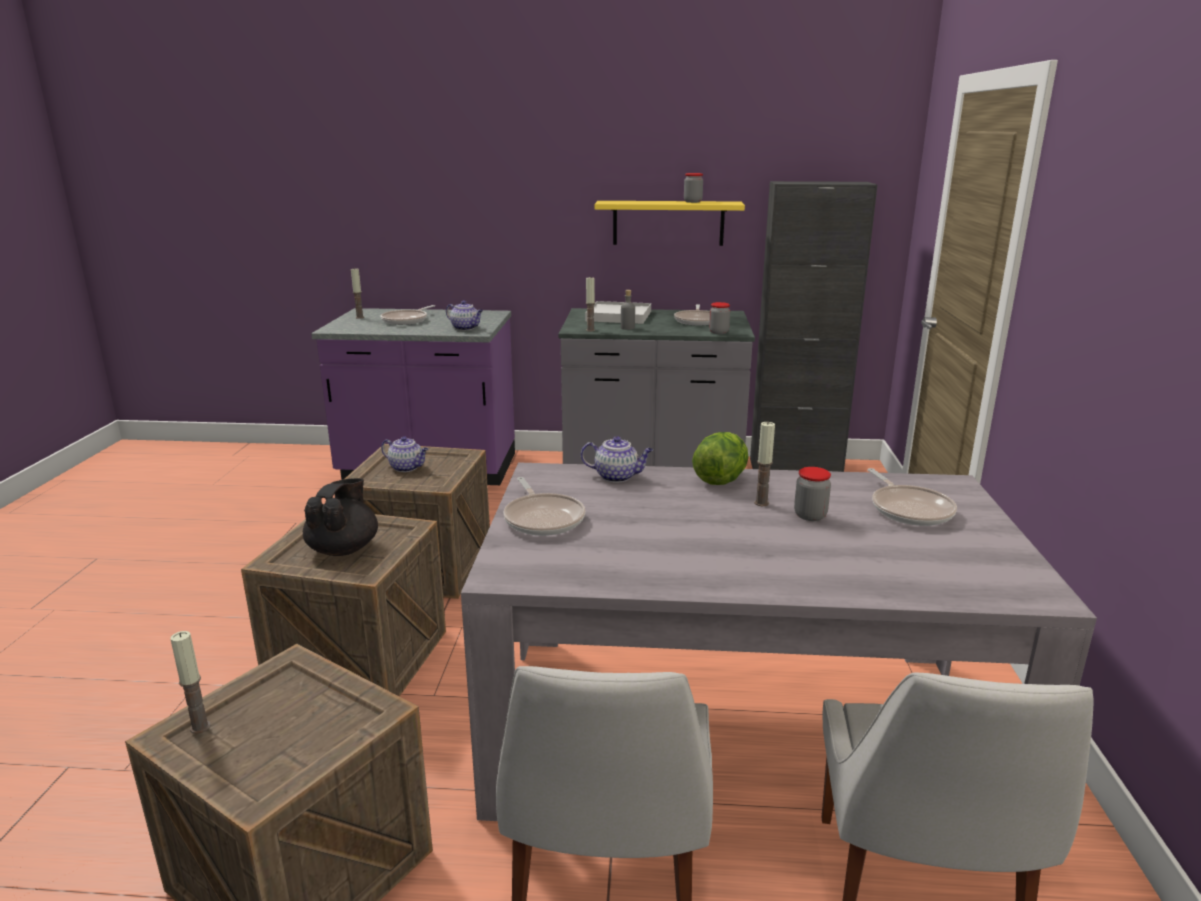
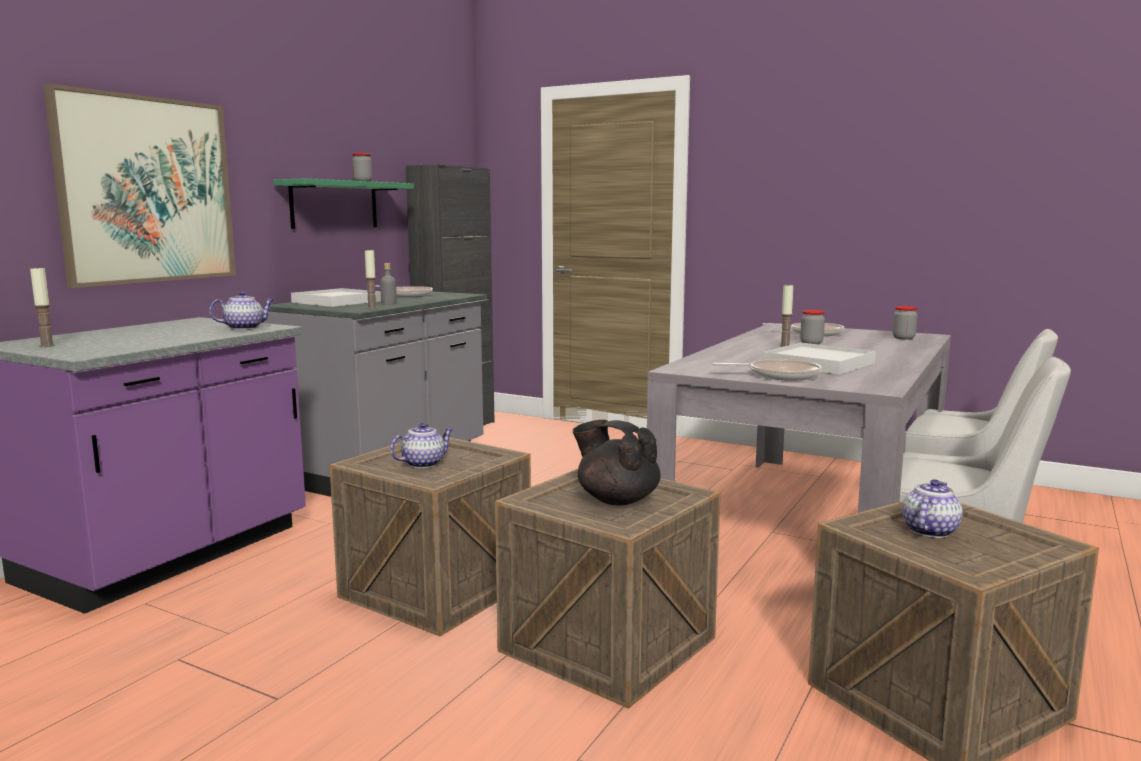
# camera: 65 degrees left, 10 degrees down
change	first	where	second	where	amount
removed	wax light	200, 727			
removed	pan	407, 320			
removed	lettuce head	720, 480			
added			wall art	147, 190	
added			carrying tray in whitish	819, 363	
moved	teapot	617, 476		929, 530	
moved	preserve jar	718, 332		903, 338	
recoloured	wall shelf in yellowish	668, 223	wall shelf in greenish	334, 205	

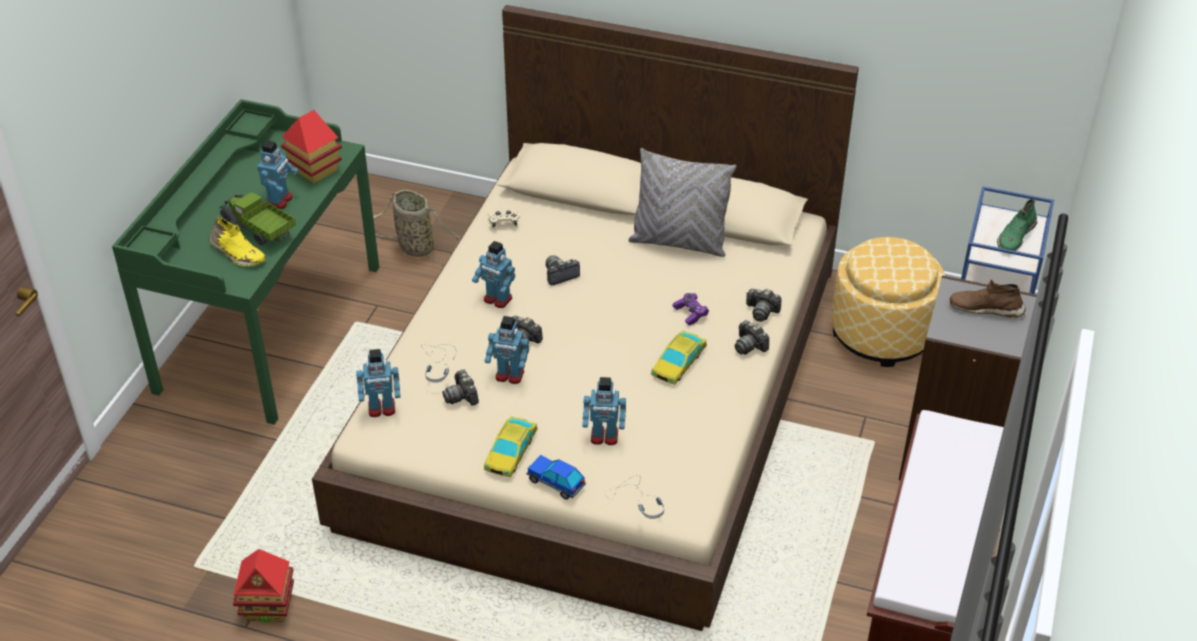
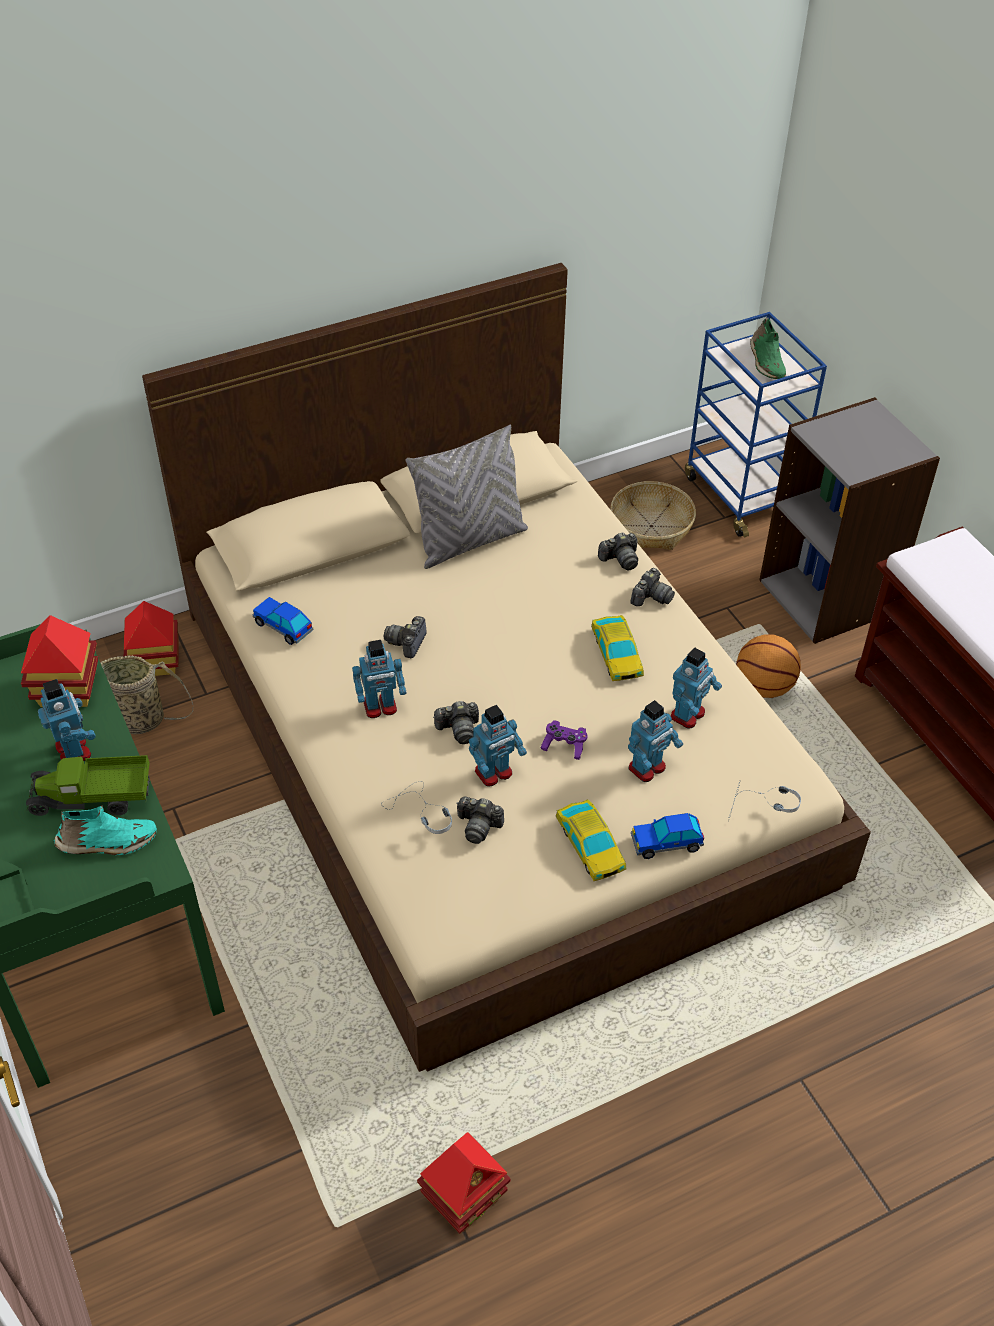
# camera: 45 degrees left, 5 degrees up
change	first	where	second	where	amount
removed	low shoe in brown-coloured	986, 308			
added			miniature house	156, 663	
added			ball for basketball	764, 687	
moved	robot figure	381, 409		688, 715	
moved	game controller in purple-coloured	690, 313		564, 745	
replaced	game controller in beige	503, 223	miniature car	283, 627	
replaced	pouffe	881, 333	storage basket	651, 526	
recoloured	low shoe in yellowish	237, 254	low shoe in blue-green	107, 842	
turned	photo camera	749, 345		651, 597	60 degrees counterclockwise

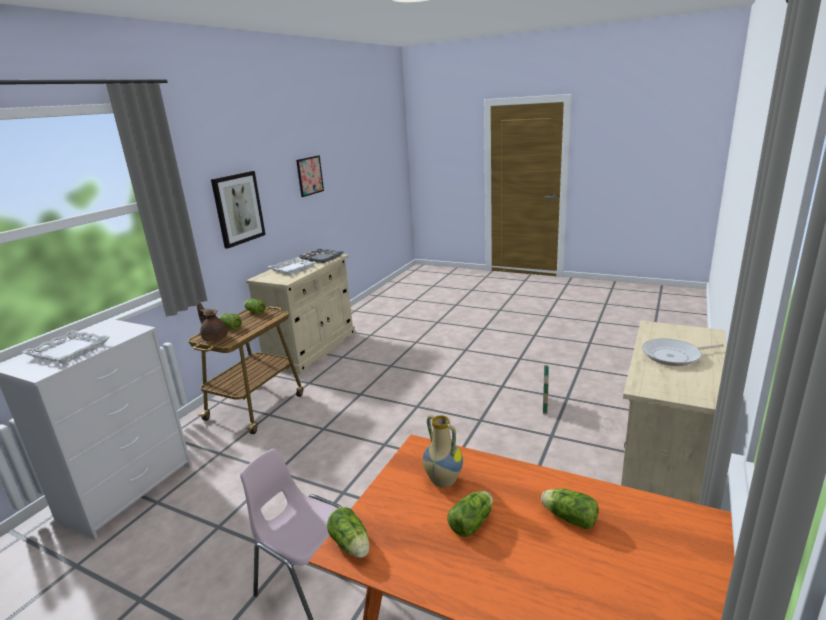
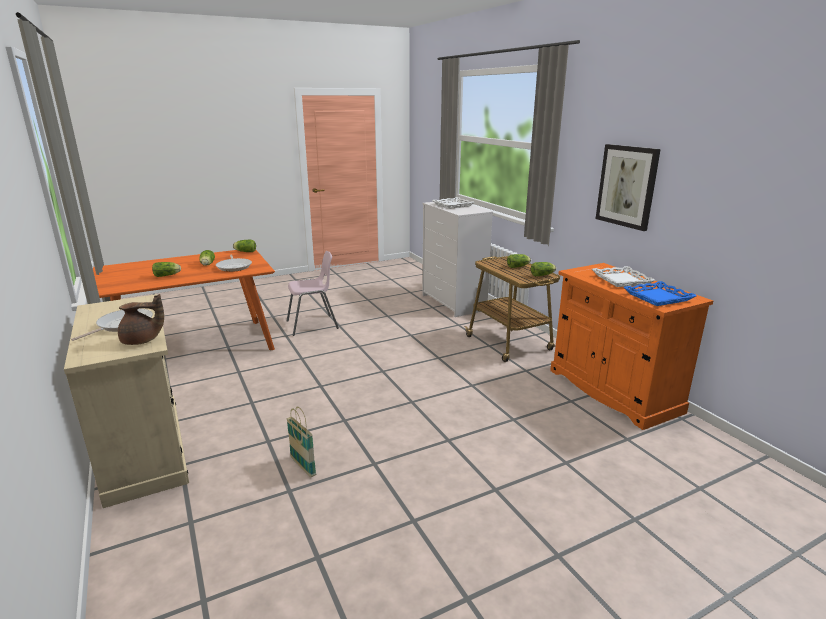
# camera: 125 degrees right, 0 degrees up
change	first	where	second	where	amount
removed	wall art	309, 176			
moved	teapot in brown-coloured	214, 337		142, 341	
replaced	flower vase	442, 481	pan	234, 267	
recoloured	storage cabinet in beige	312, 349	storage cabinet in orange	613, 391	
recoloured	carrying tray in gray	321, 258	carrying tray in blue	657, 297	

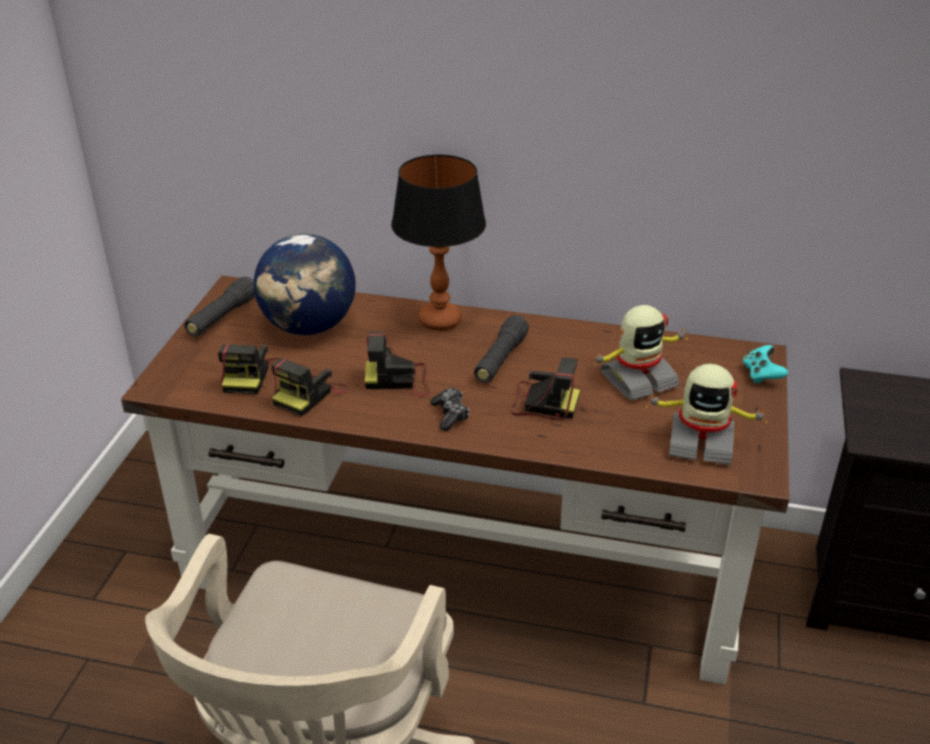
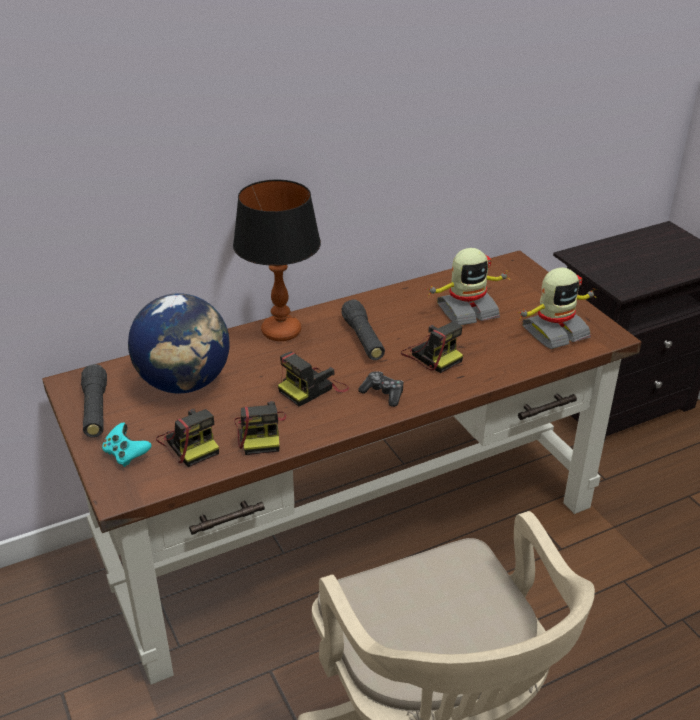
# camera: 40 degrees left, 0 degrees up
change	first	where	second	where	amount
moved	game controller in blue-green	761, 374		126, 454	
turned	photo camera	542, 403		431, 355	75 degrees clockwise
turned	robot figure	637, 379		466, 310	45 degrees clockwise

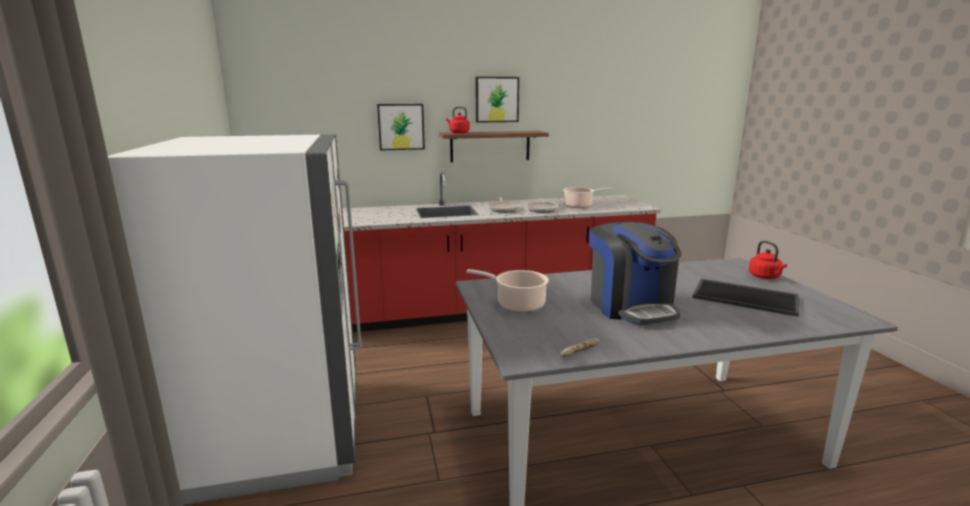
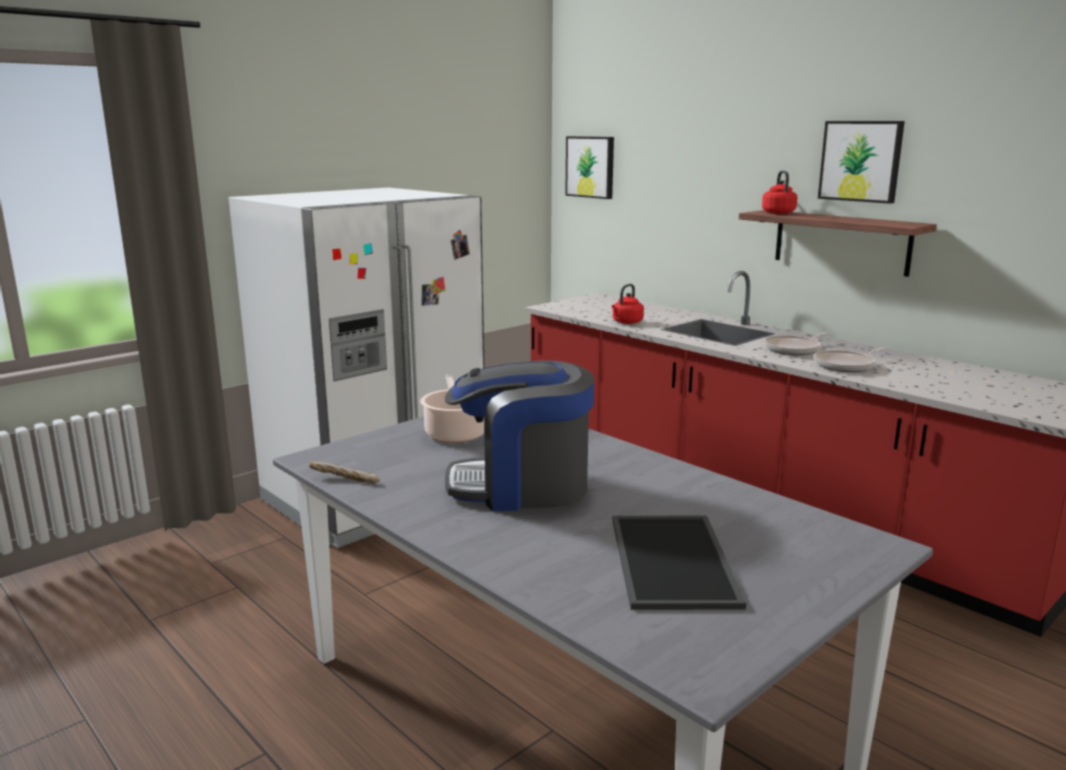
# camera: 60 degrees right, 0 degrees up
change	first	where	second	where	amount
removed	saucepot	580, 206			
moved	wall art	401, 126		591, 167	
moved	tea kettle in red-coloured	765, 277		626, 322	
turned	coffee machine	631, 306		521, 486	45 degrees clockwise

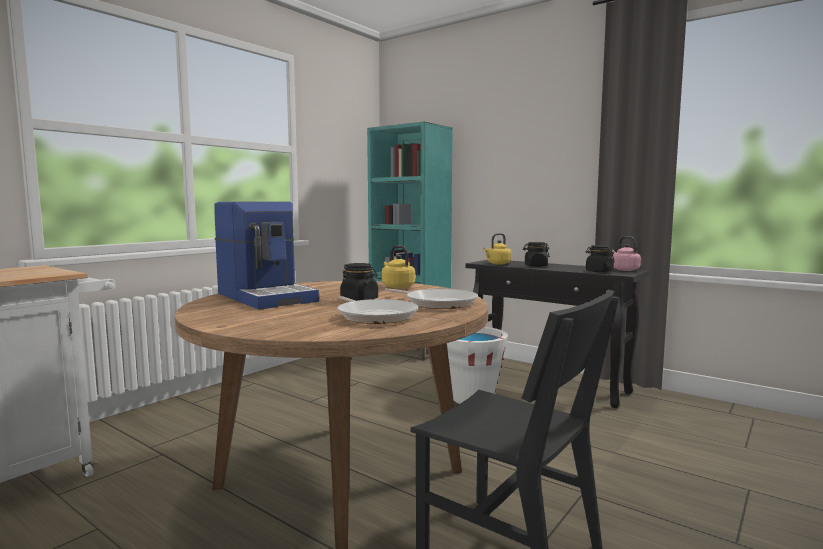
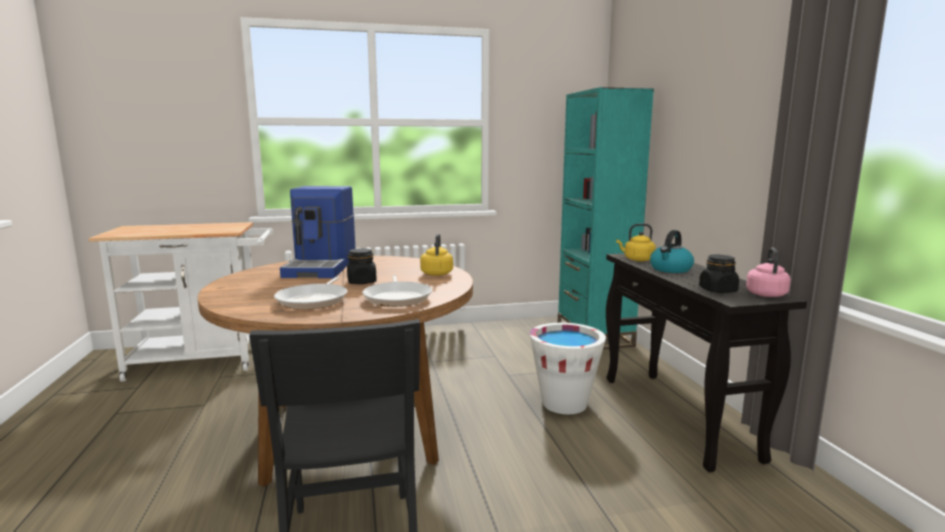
# camera: 40 degrees right, 5 degrees up
change	first	where	second	where	amount
replaced	preserve jar in blackish	535, 266	tea kettle	670, 269	

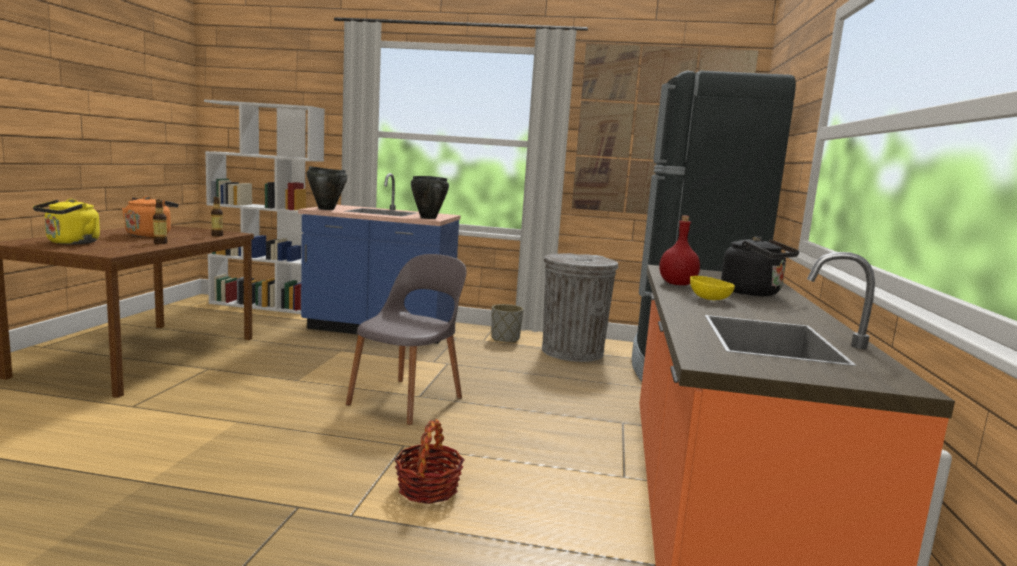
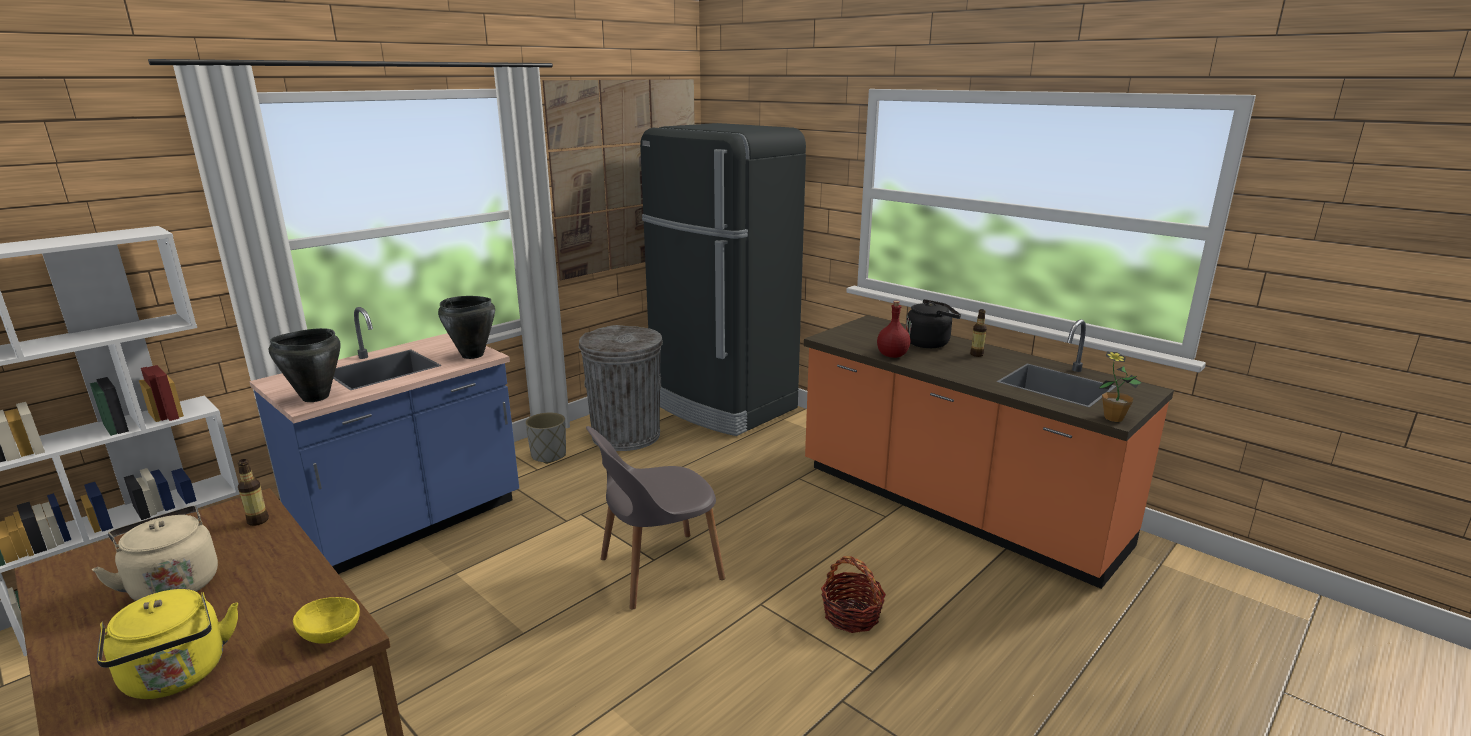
# camera: 55 degrees left, 10 degrees up
change	first	where	second	where	amount
added			plant in a pot	1113, 418	
moved	bottle	160, 243		976, 354	
moved	deep dish in yellowish	710, 299		331, 633	
recoloured	tea kettle in orange	150, 235	tea kettle in beige	173, 584	
turned	plain chair in gray	407, 400		657, 570	90 degrees counterclockwise

